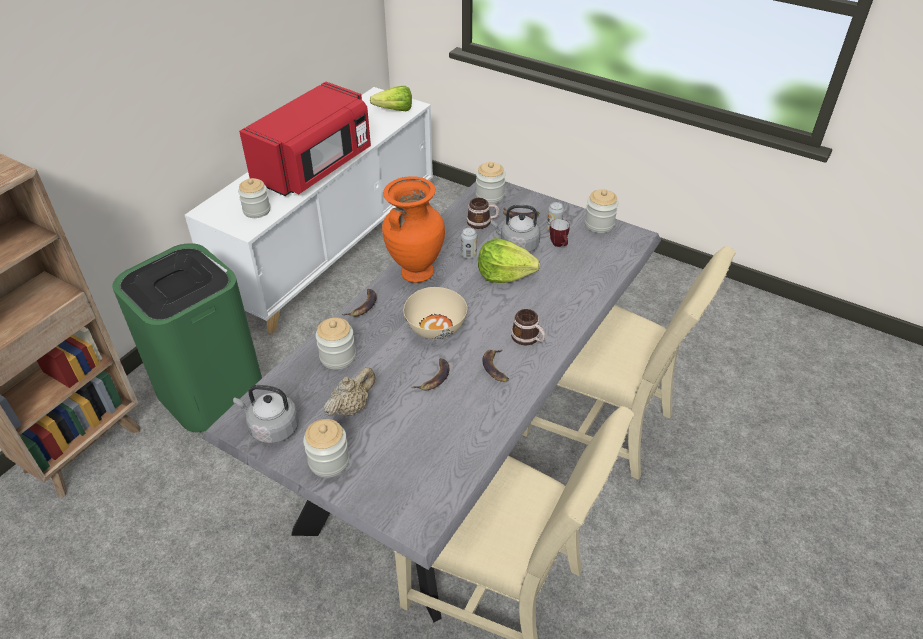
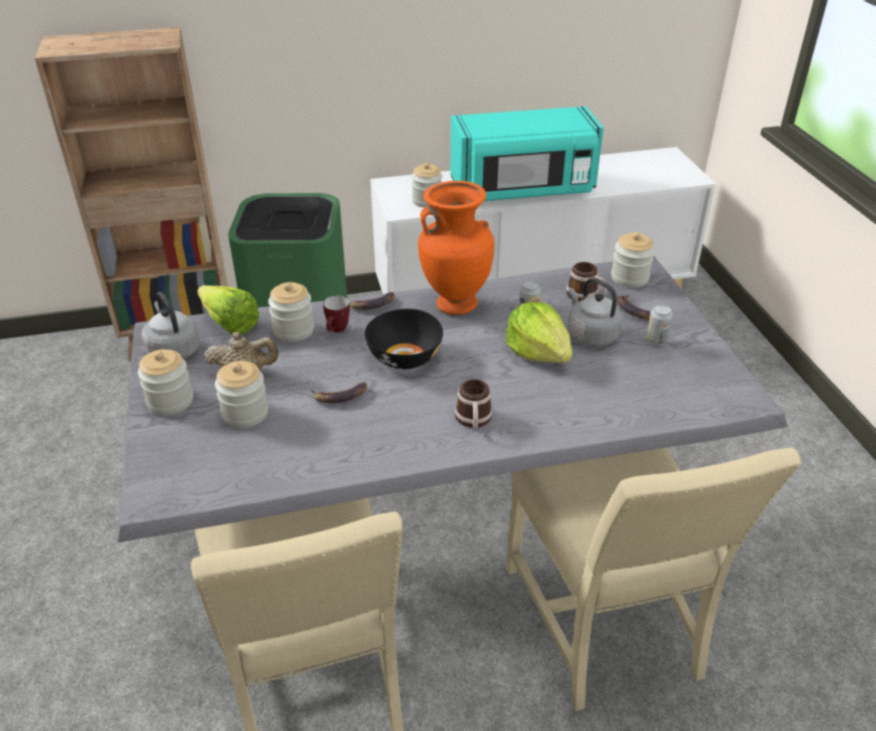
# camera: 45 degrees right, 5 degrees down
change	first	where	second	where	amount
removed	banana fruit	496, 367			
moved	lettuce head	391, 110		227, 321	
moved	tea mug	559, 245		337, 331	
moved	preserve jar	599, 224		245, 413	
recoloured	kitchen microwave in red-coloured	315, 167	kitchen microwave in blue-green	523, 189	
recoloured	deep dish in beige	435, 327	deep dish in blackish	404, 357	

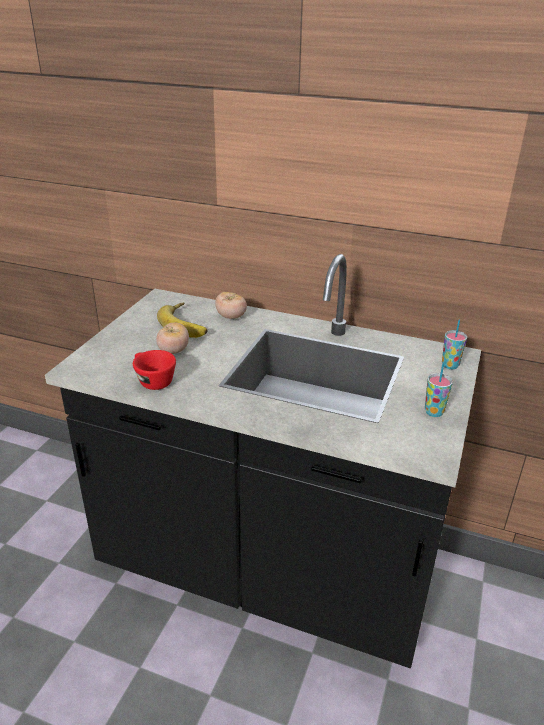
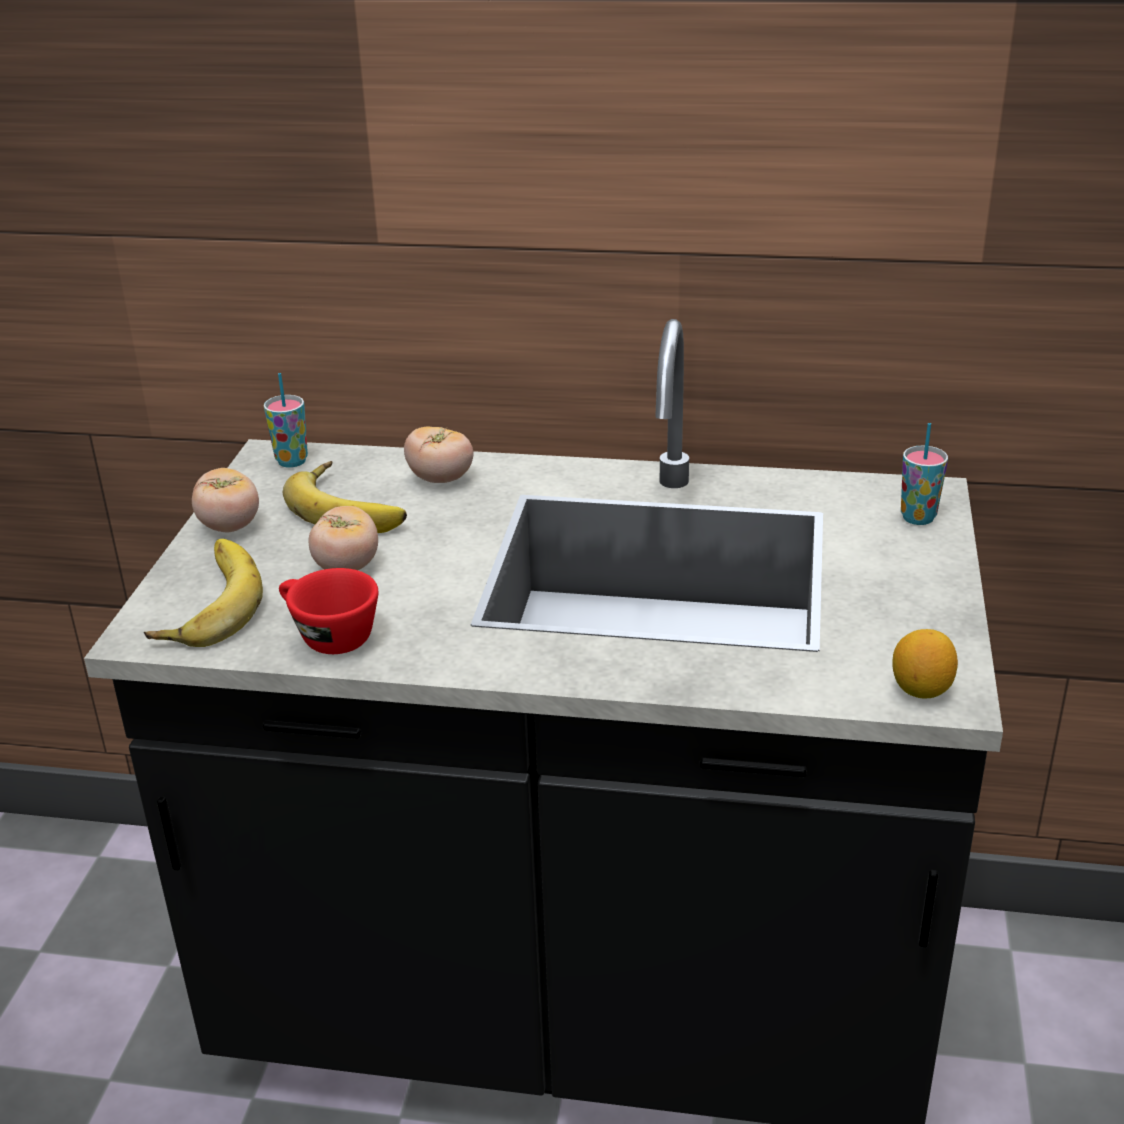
# camera: 10 degrees left, 0 degrees up
change	first	where	second	where	amount
added			banana fruit	205, 603	
added			fresh tomato	230, 526	
added			lemon	921, 689	
moved	small cup	434, 412		292, 461	

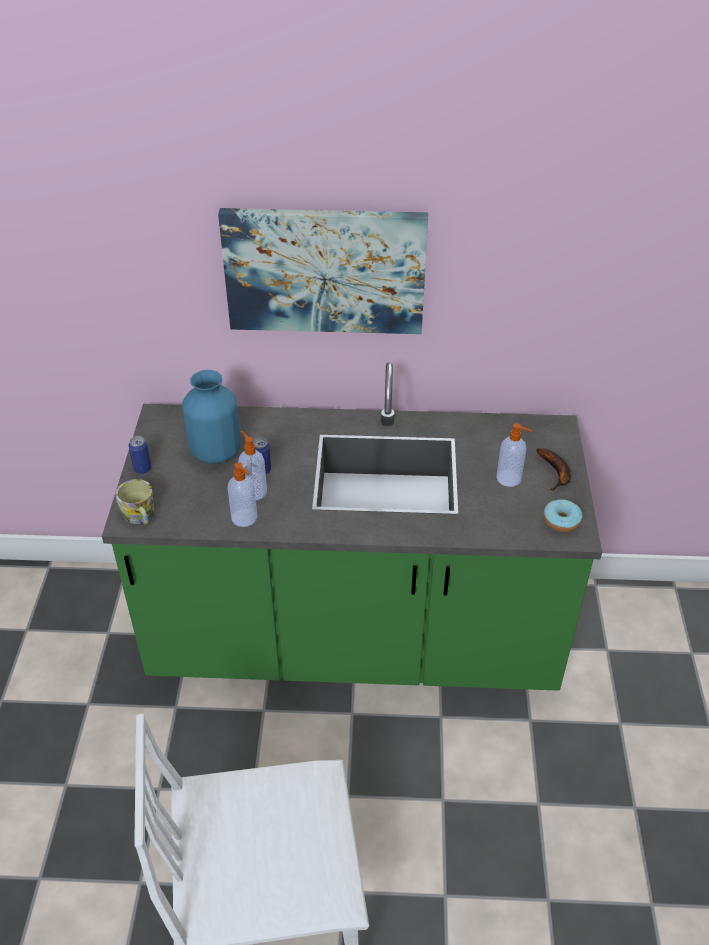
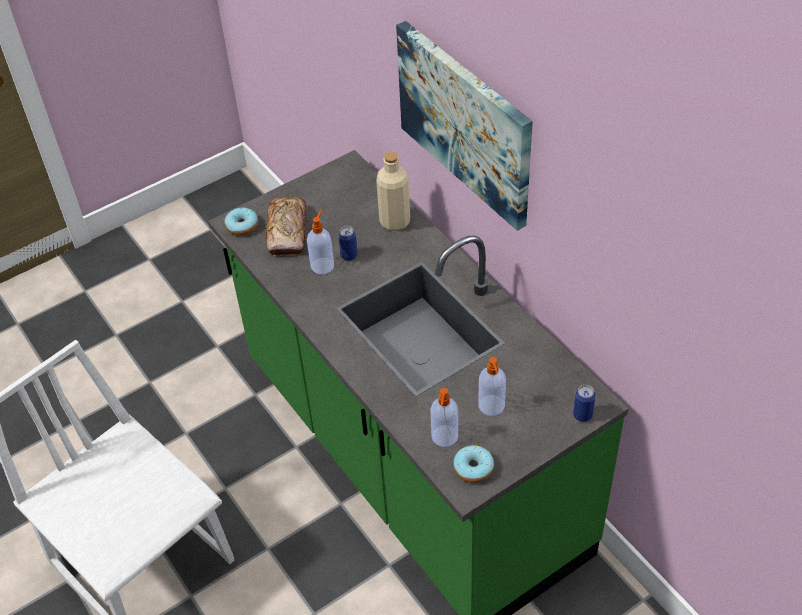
# camera: 55 degrees right, 5 degrees up
change	first	where	second	where	amount
removed	flower vase in blue	215, 452			
removed	banana fruit	556, 473			
added			bread	287, 232	
added			bottle in beige	395, 221	
moved	metal can	142, 468		582, 415	
moved	soap bottle	245, 518		444, 437	
replaced	tea mug	140, 517	donut	242, 226	

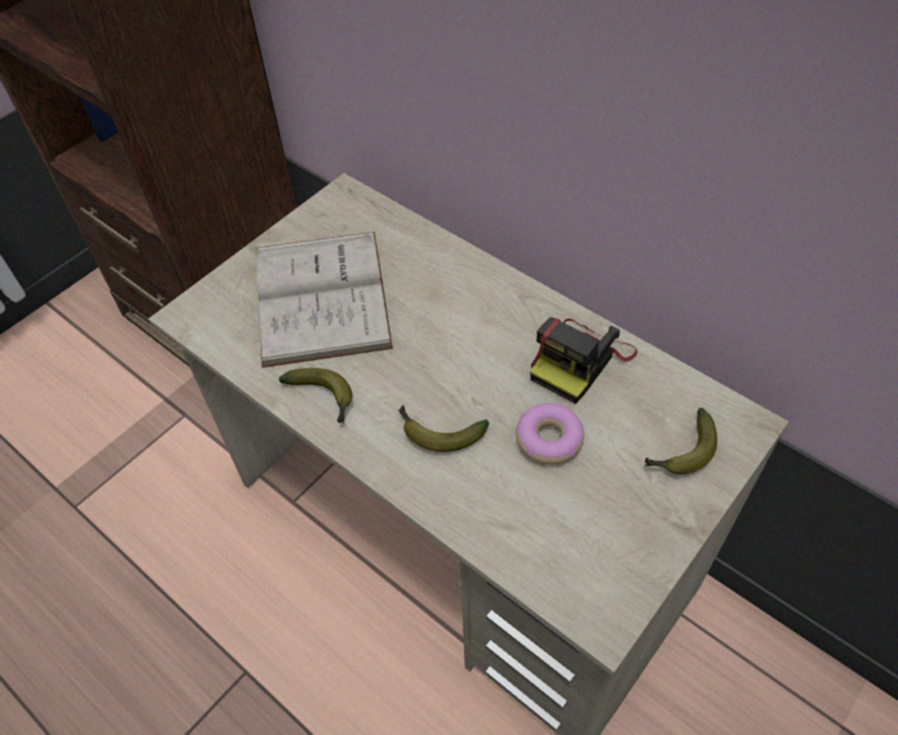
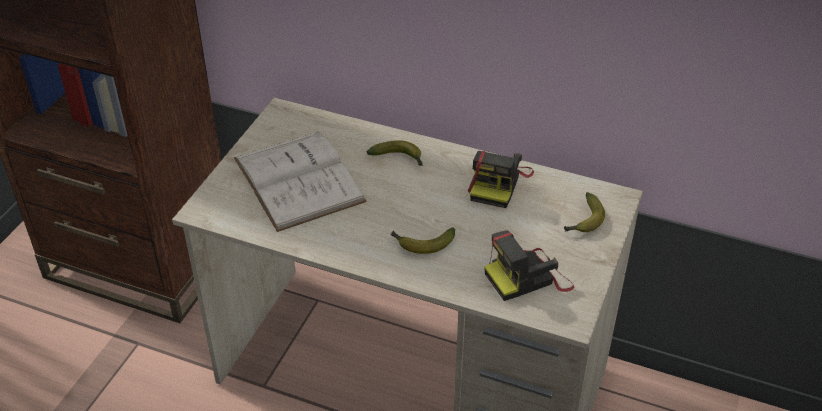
# camera: 20 degrees left, 10 degrees down
change	first	where	second	where	amount
removed	donut	548, 439			
added			photo camera	528, 277	
moved	banana fruit	323, 398		399, 159	

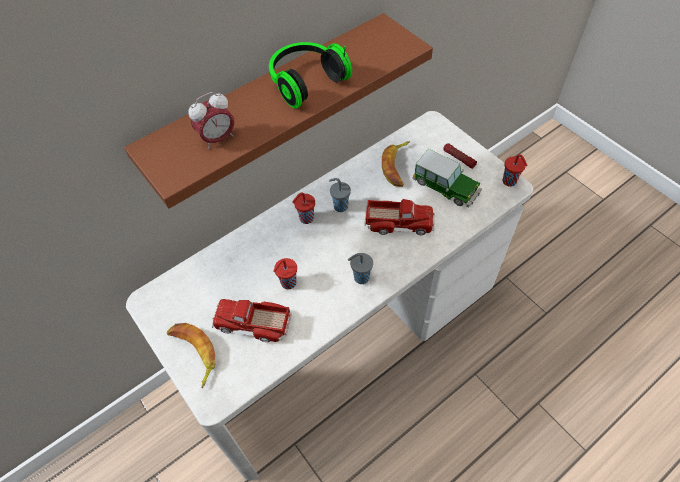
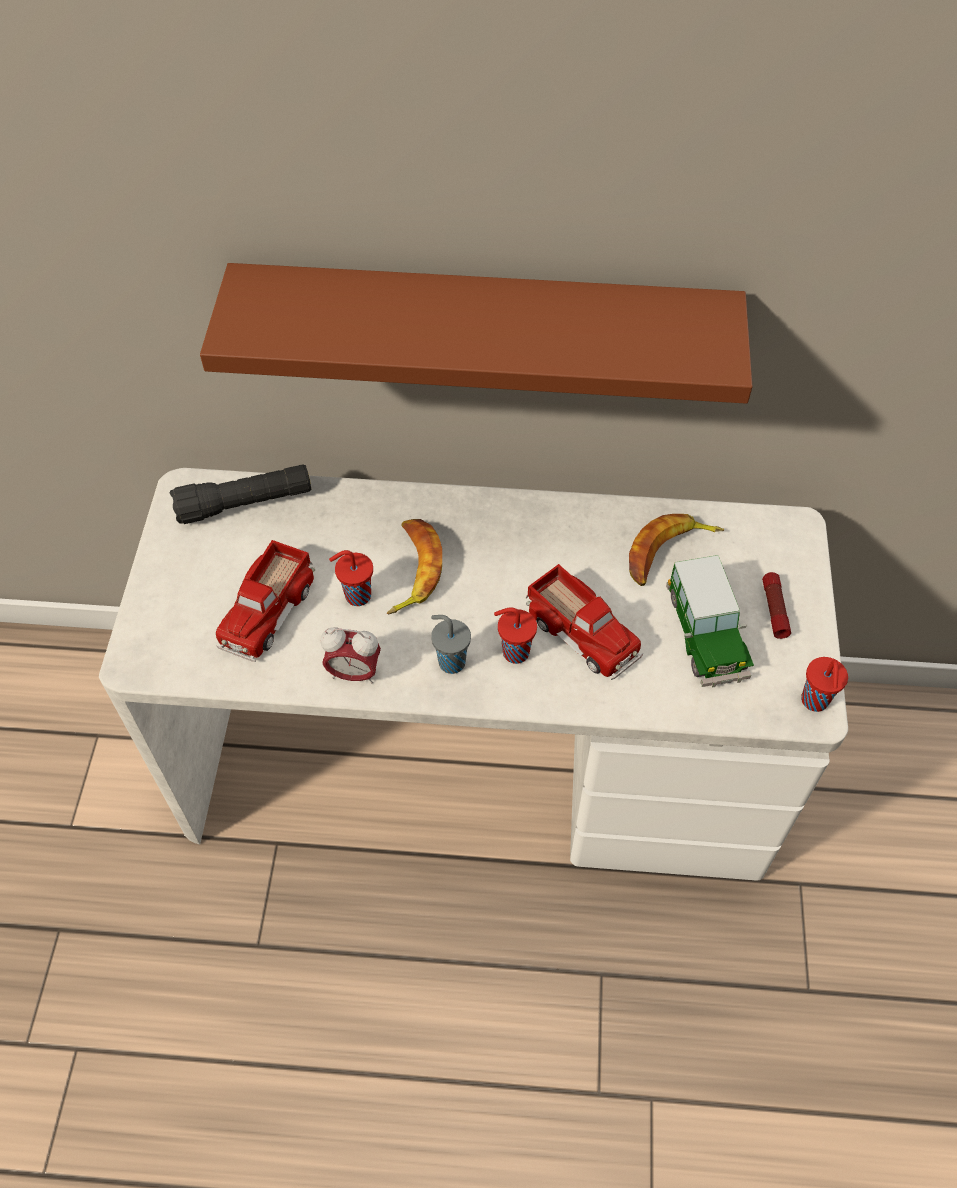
# camera: 40 degrees right, 0 degrees up
change	first	where	second	where	amount
removed	pair of headphones	305, 82			
removed	small cup in gray	340, 206			
added			torch in blackish	245, 503	
moved	banana fruit	193, 353		412, 569	
moved	alarm clock	217, 139		354, 673	
moved	small cup in red-coloured	305, 219		514, 652	
turned	model truck	252, 323		267, 610	120 degrees counterclockwise

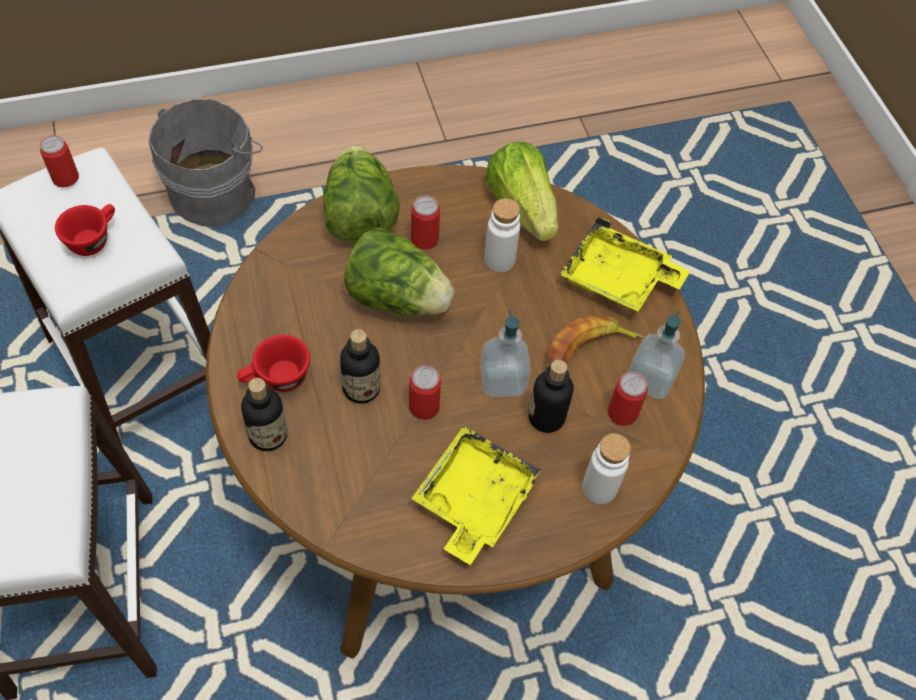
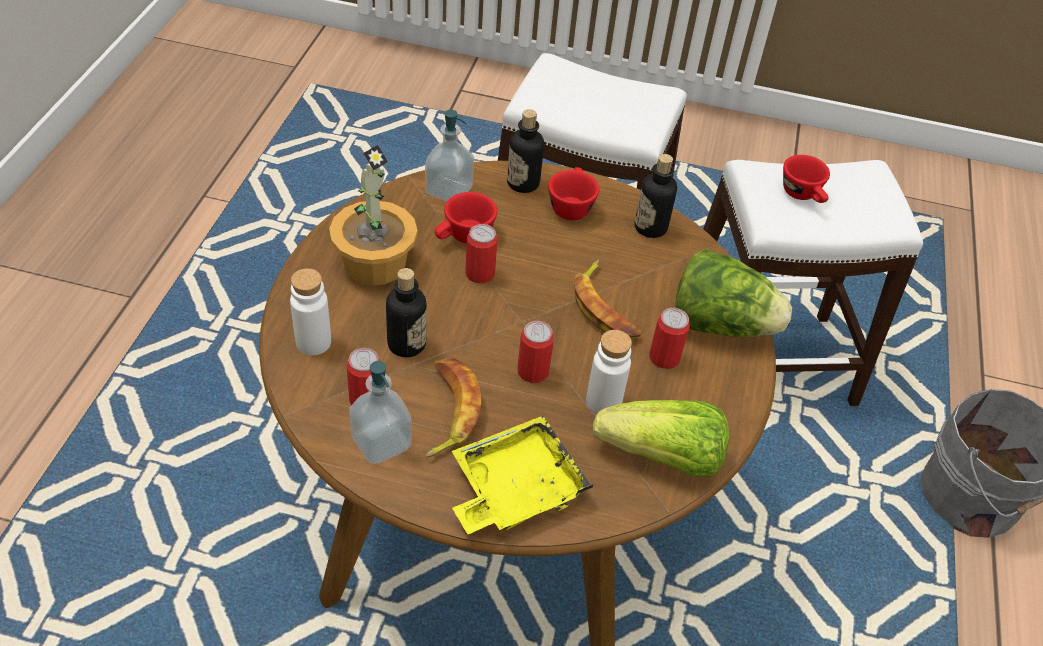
# camera: 120 degrees right, 10 degrees down
change	first	where	second	where	amount
added			small cup in red-coloured	463, 237	
moved	metal can	65, 178		533, 371	
moved	bottle	361, 388		650, 227	
moved	soap bottle	502, 380		449, 191	
replaced	lettuce head	397, 298	banana fruit	605, 307	
replaced	carrying tray in yellowish	473, 500	plant in a pot	374, 263	

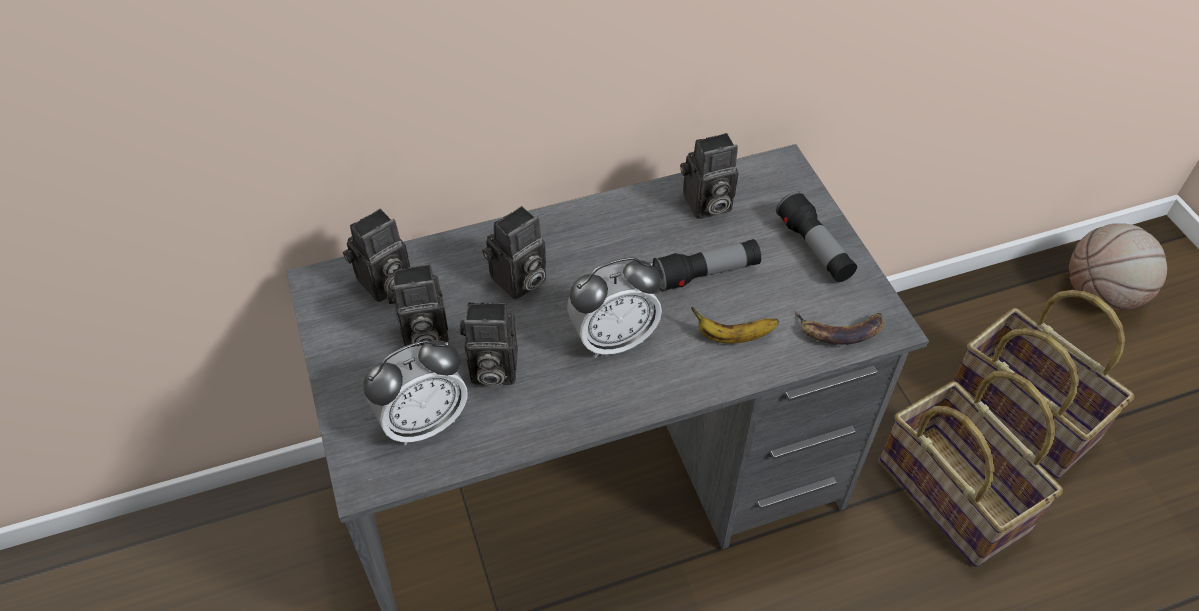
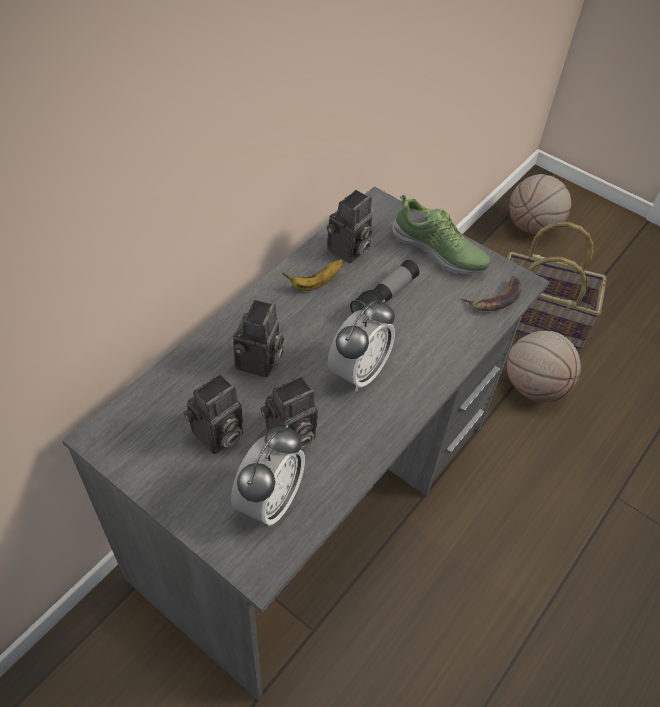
# camera: 35 degrees left, 0 degrees up
change	first	where	second	where	amount
removed	photo camera	384, 284			
moved	banana fruit	733, 336		315, 283	
replaced	torch	814, 248	low shoe	439, 251	
replaced	storage basket	955, 494	ball for basketball	534, 386	

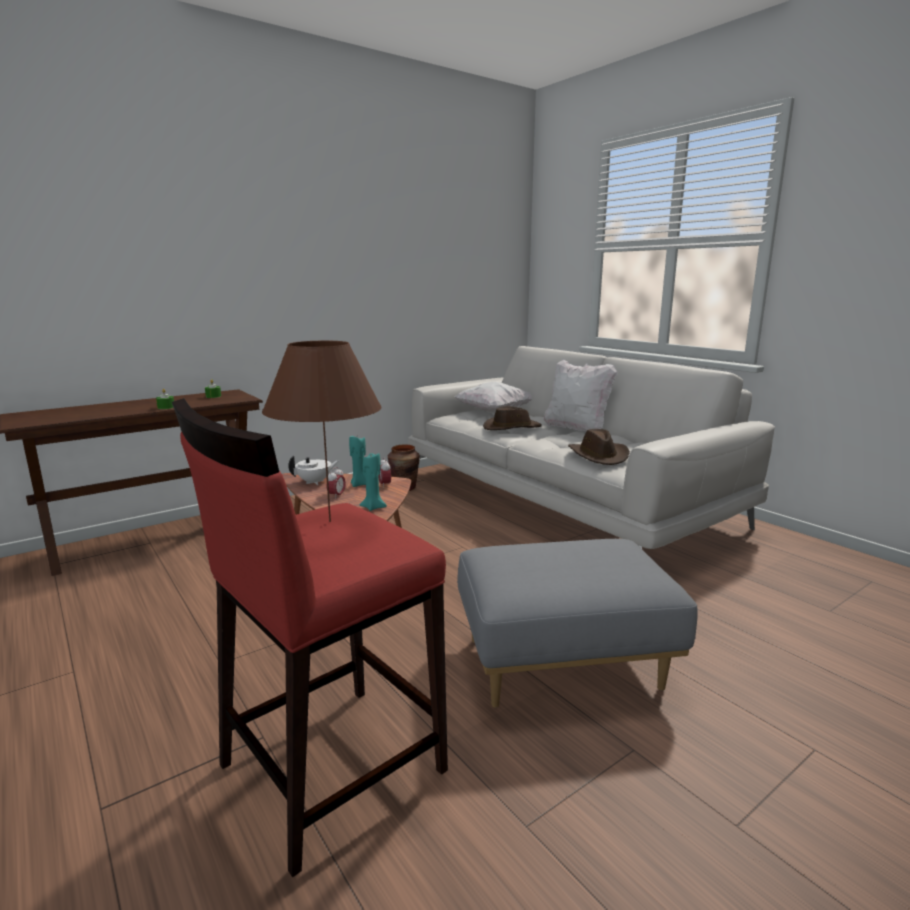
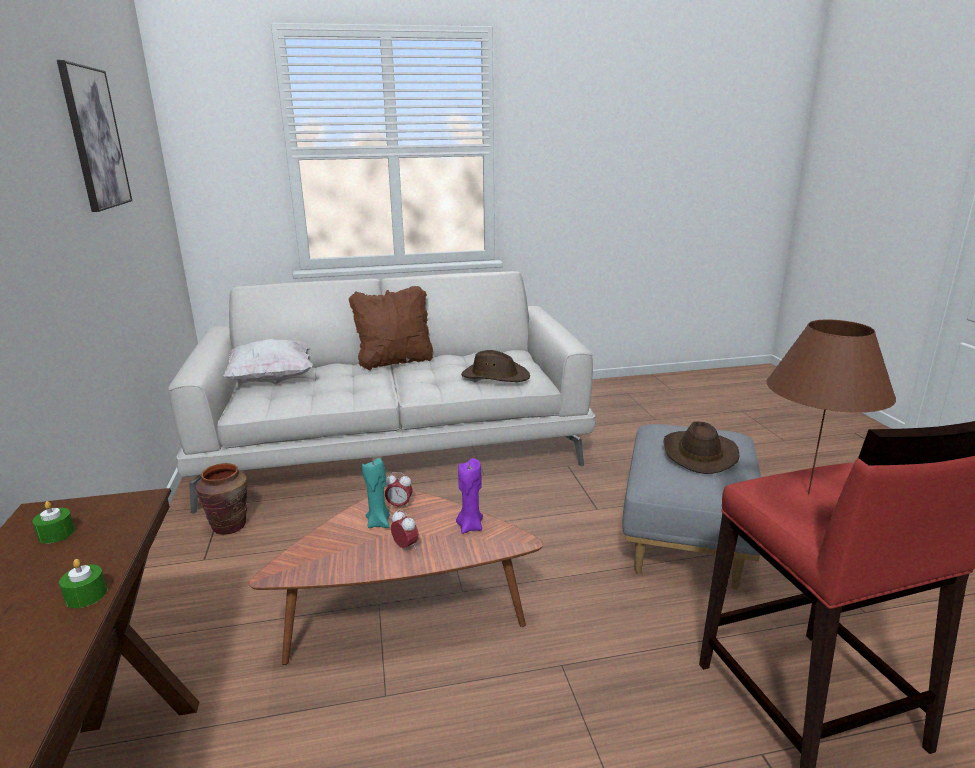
# camera: 65 degrees left, 5 degrees up
change	first	where	second	where	amount
removed	teapot in whitish	315, 482			
added			wall art	95, 138	
moved	clothing hat in brown-coloured	512, 427		698, 454	
recoloured	wax light in blue-green	373, 507	wax light in purple-coloured	470, 526	
recoloured	cushion in whitish	576, 428	cushion in brown-coloured	395, 362	

